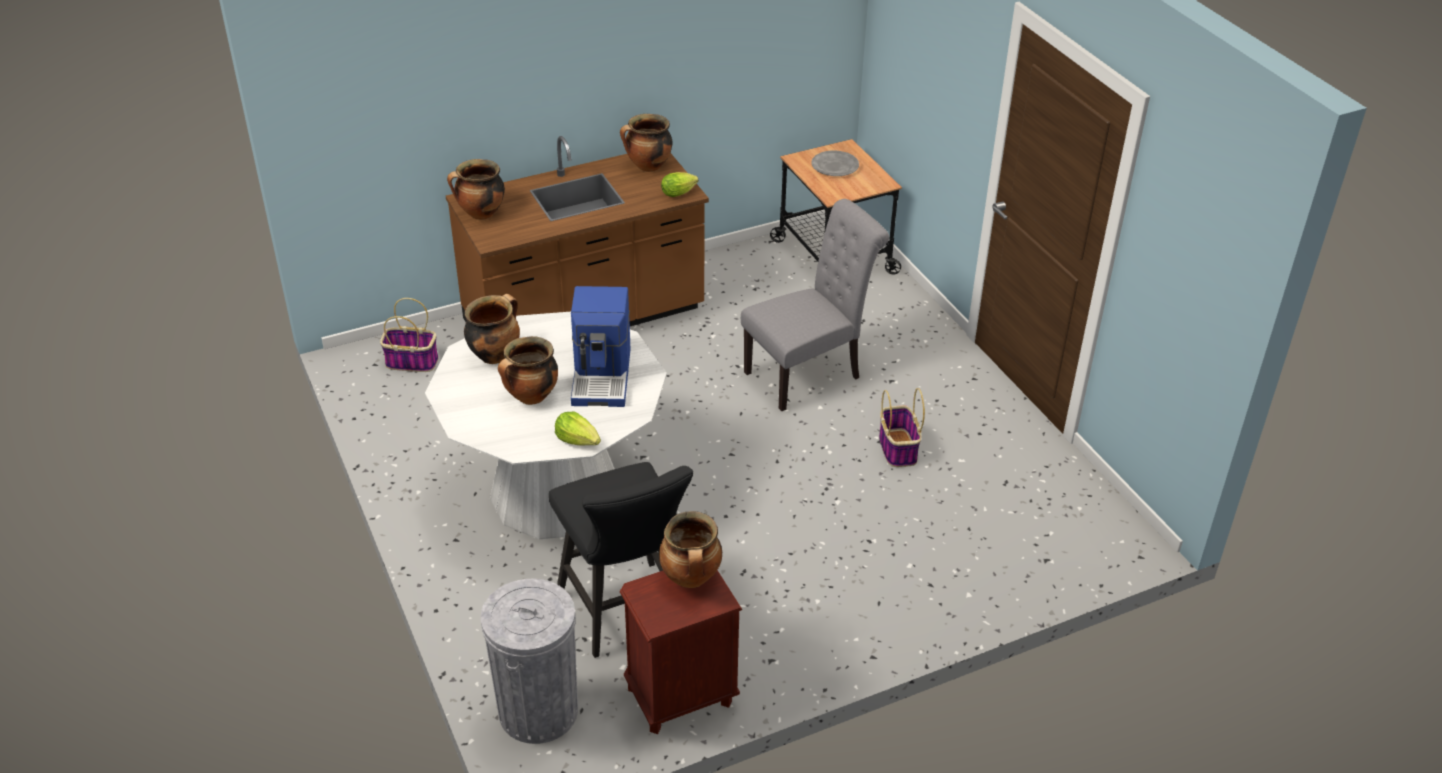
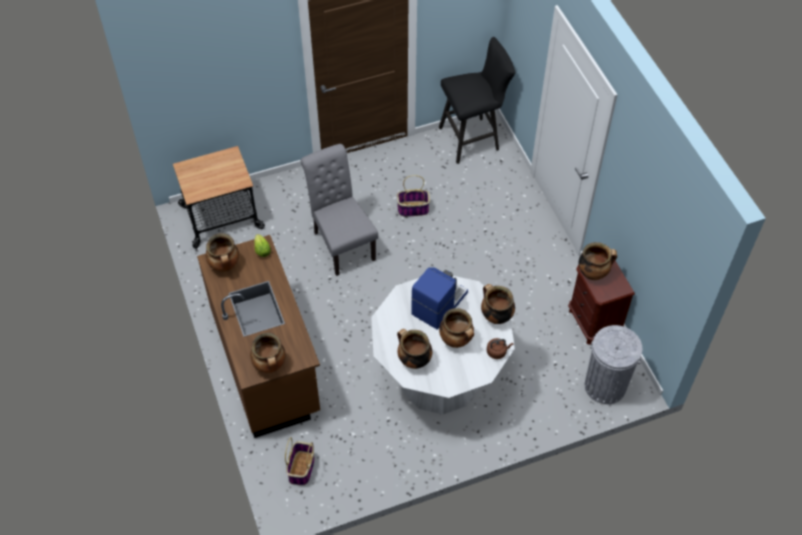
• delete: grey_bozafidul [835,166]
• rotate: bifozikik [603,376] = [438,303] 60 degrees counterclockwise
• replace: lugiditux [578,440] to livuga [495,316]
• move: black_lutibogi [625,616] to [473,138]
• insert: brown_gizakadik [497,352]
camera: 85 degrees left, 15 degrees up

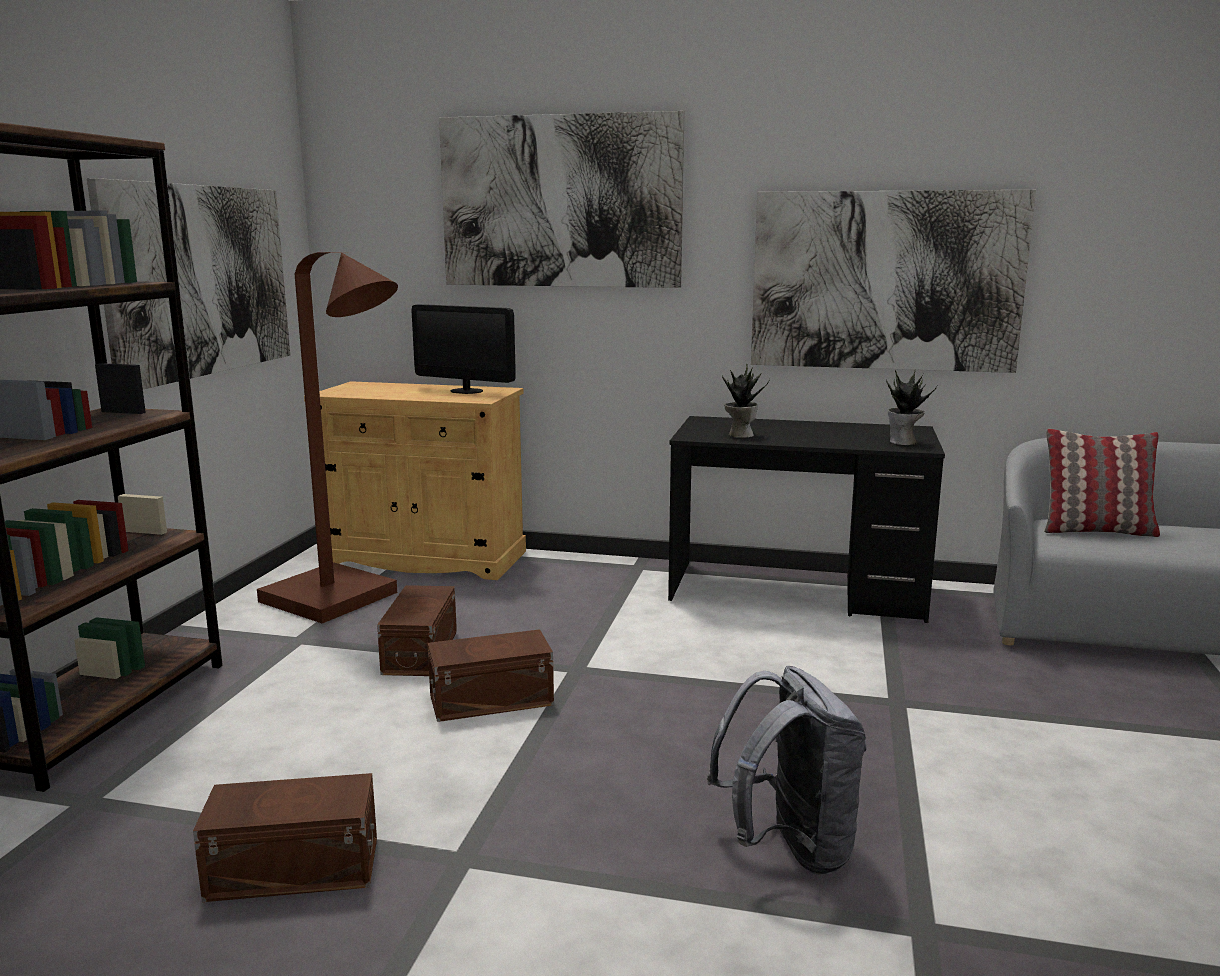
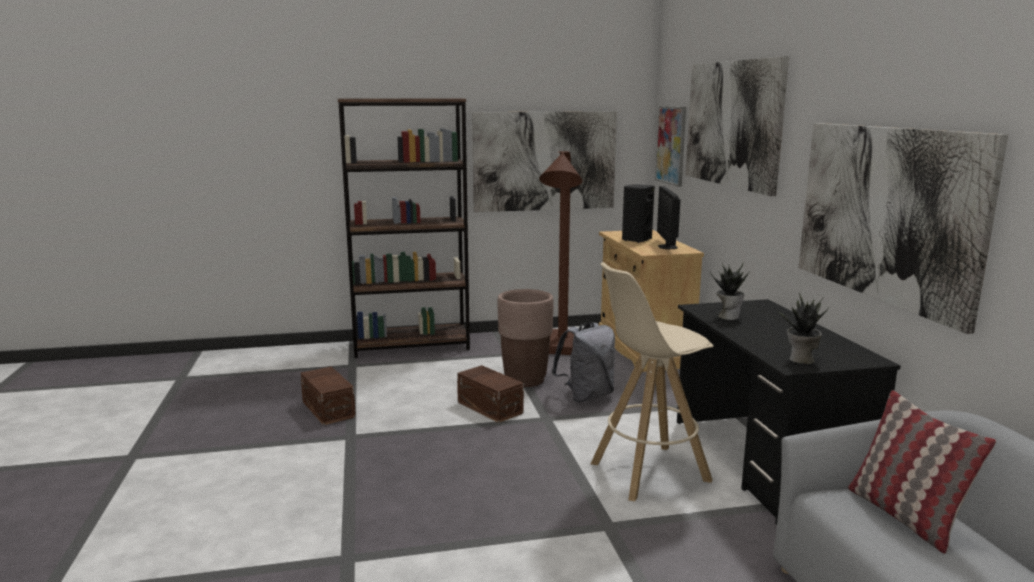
• replace: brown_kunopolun [422,652] to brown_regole [525,380]
• move: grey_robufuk [788,848] to [586,396]
• insert: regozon [671,145]
• insert: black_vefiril [636,240]
• insert: beige_lutibogi [648,472]
camera: 65 degrees right, 0 degrees up

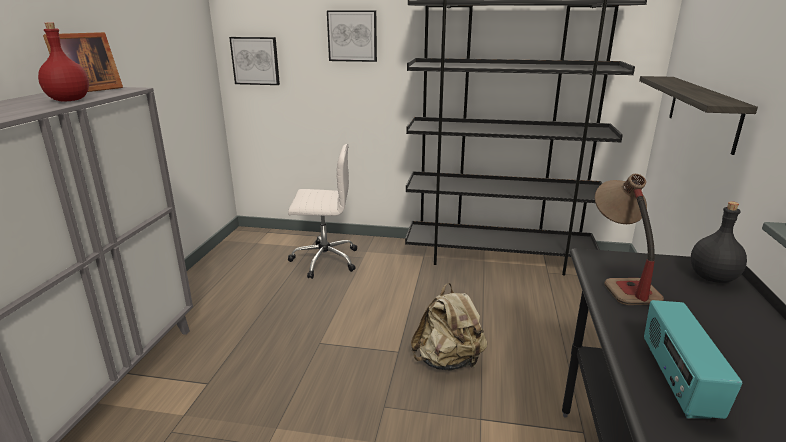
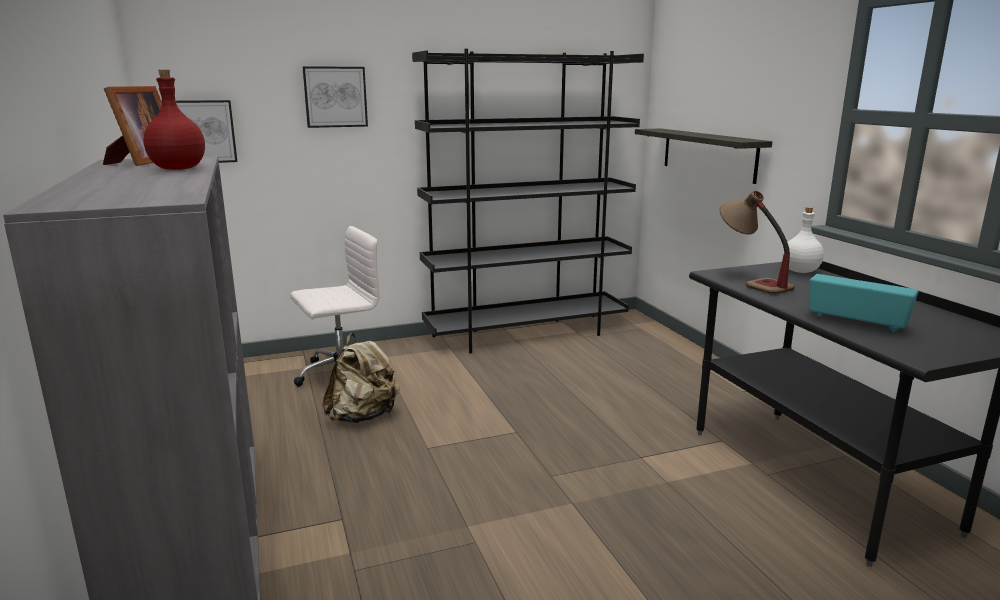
• recolor: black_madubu [712,277] to white_madubu [800,271]
• move: beige_robufuk [448,361] to [363,417]
• rotate: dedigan [676,381] = [856,322] 150 degrees clockwise
camera: 30 degrees left, 5 degrees down

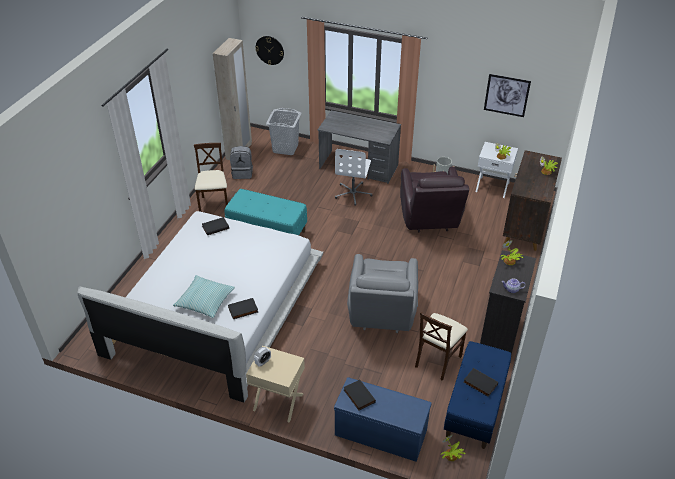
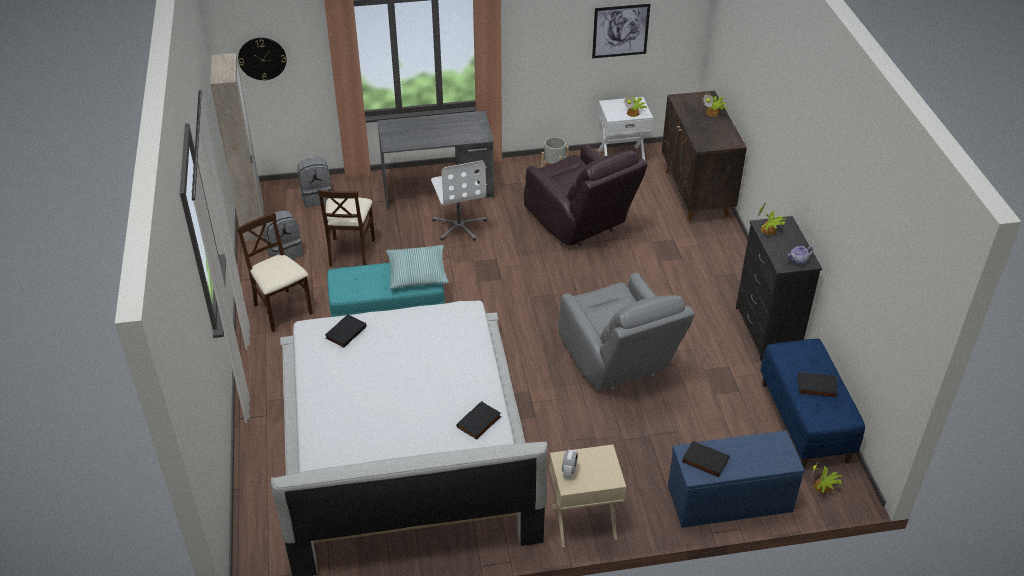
• replace: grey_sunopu [285,148] to grey_robufuk [317,197]
• move: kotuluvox [205,301] to [417,273]
• move: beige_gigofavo [437,360] to [351,252]
camera: 30 degrees left, 0 degrees up

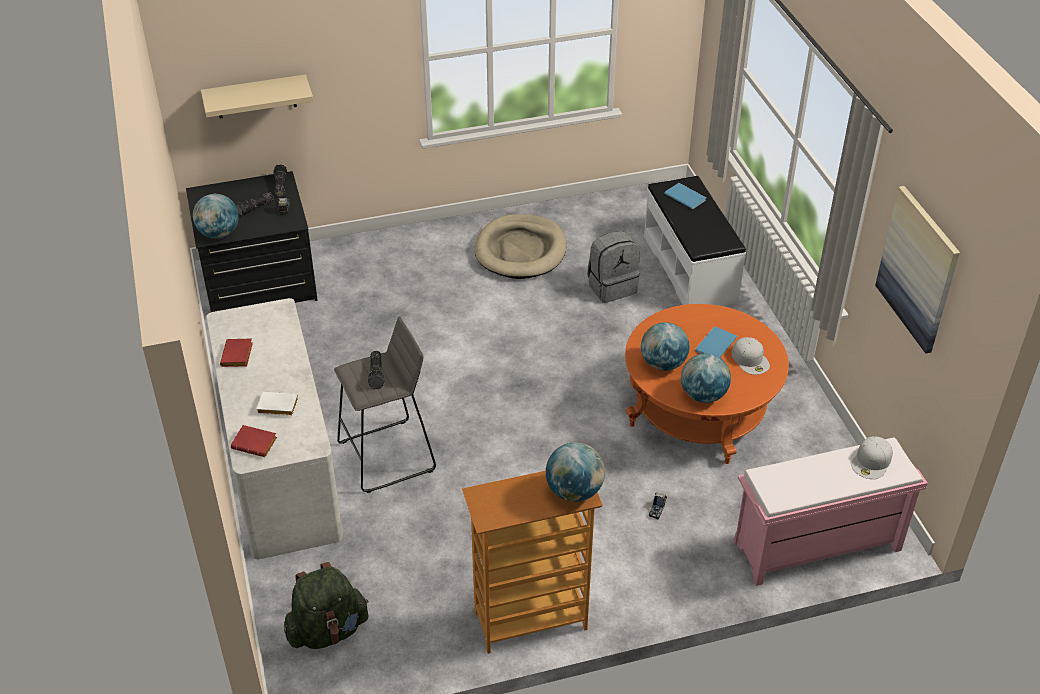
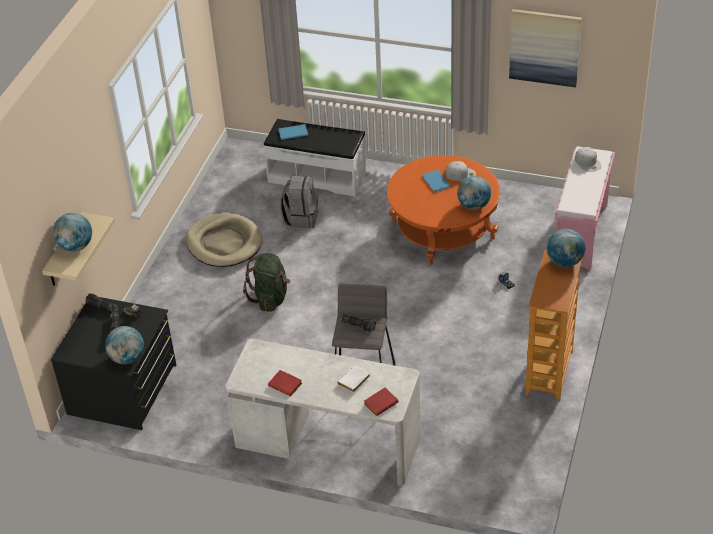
• move: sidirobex [663,364] to [75,246]
• move: green_robufuk [328,630] to [270,298]
camera: 55 degrees left, 0 degrees up

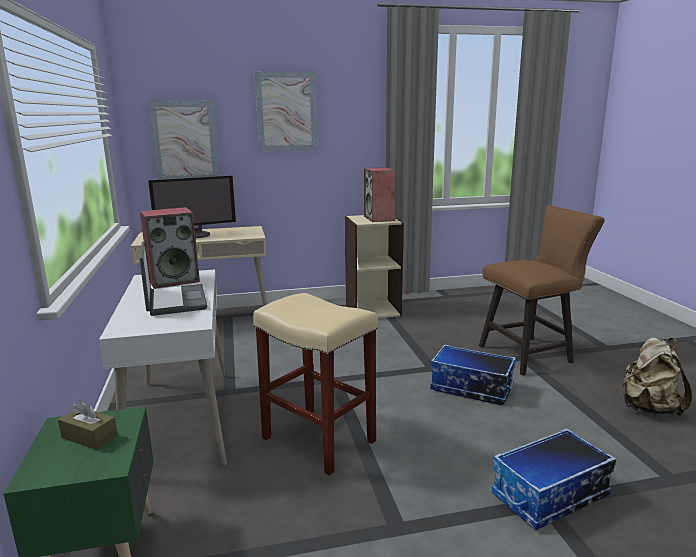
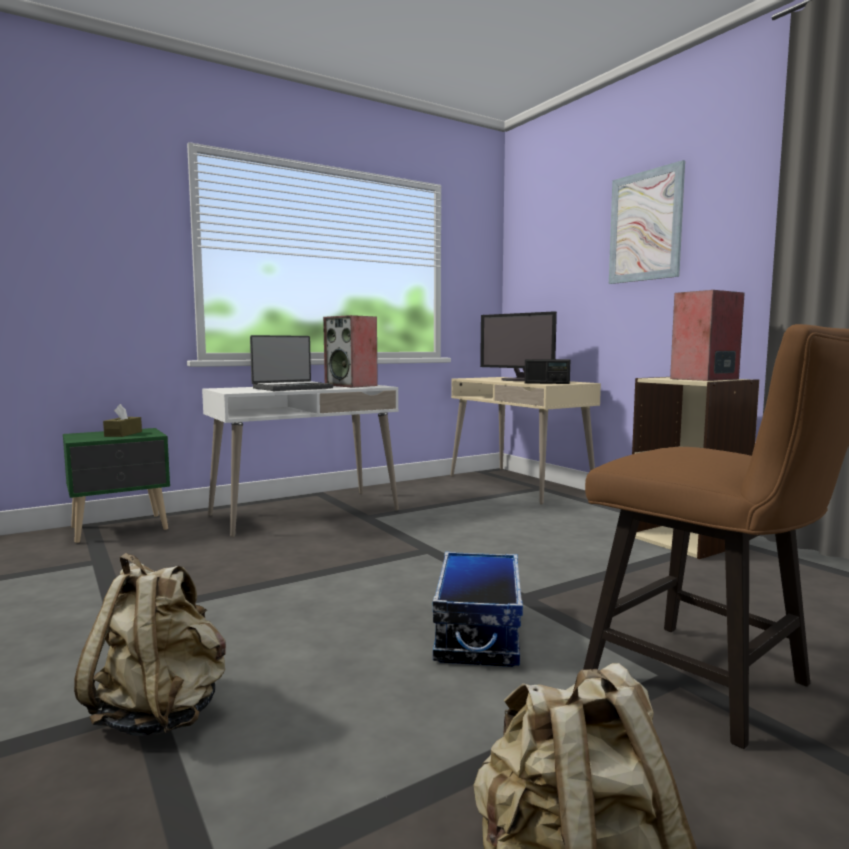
• delete: regozon [185,141]
• delete: beige_lutibogi [320,440]
• replace: kunopolun [550,496] to beige_robufuk [161,713]
• insert: dedigan [547,383]
camera: 70 degrees right, 10 degrees down

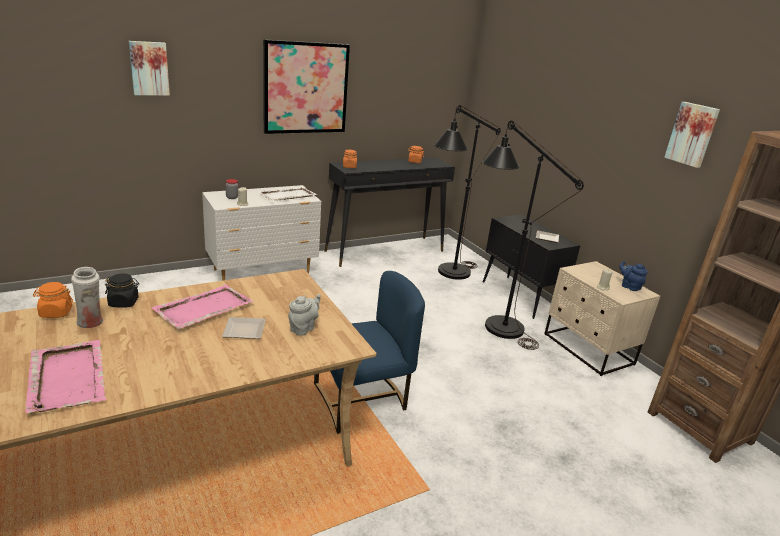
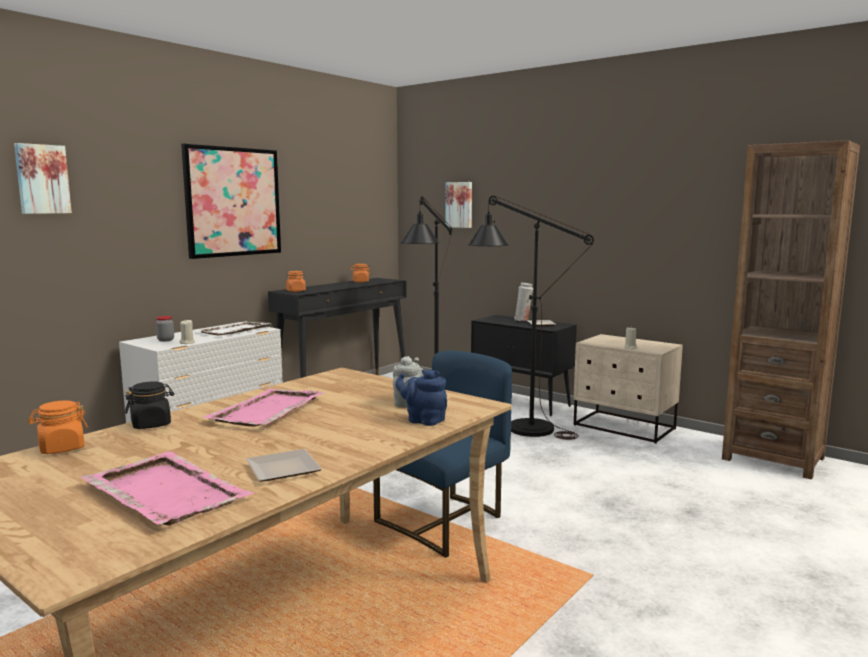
• move: regozon [692,134] to [459,205]
• move: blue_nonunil [629,286] to [423,420]
• move: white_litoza [91,323] to [523,320]
• move: bozafidul [243,329] to [280,469]
camera: 20 degrees left, 15 degrees down

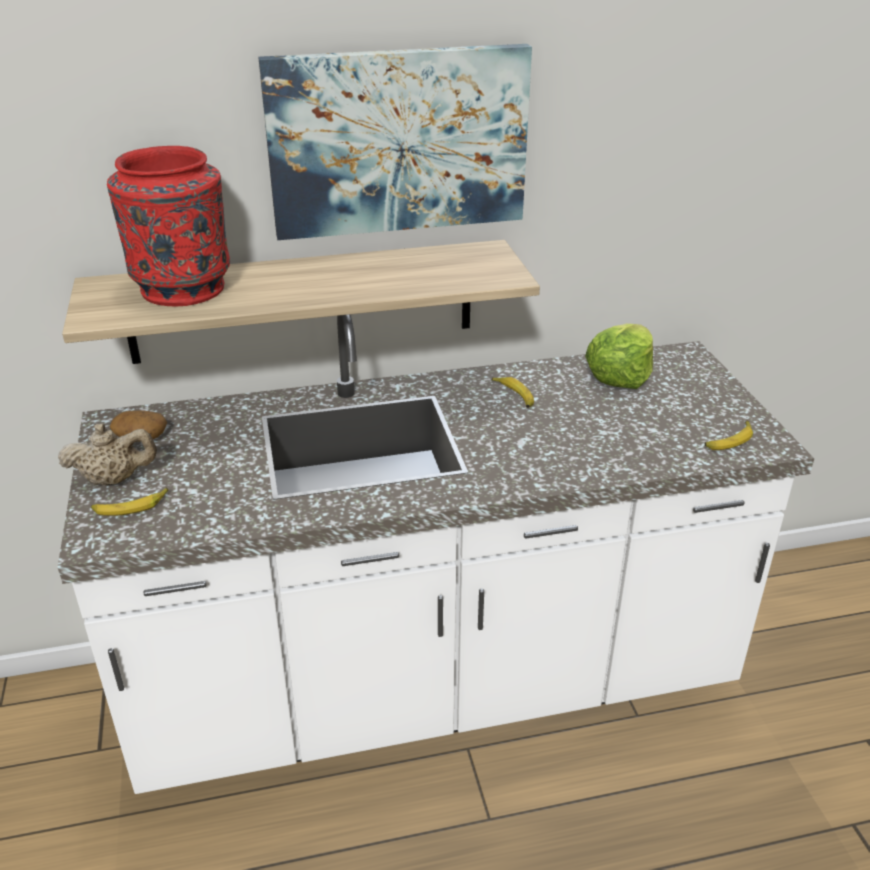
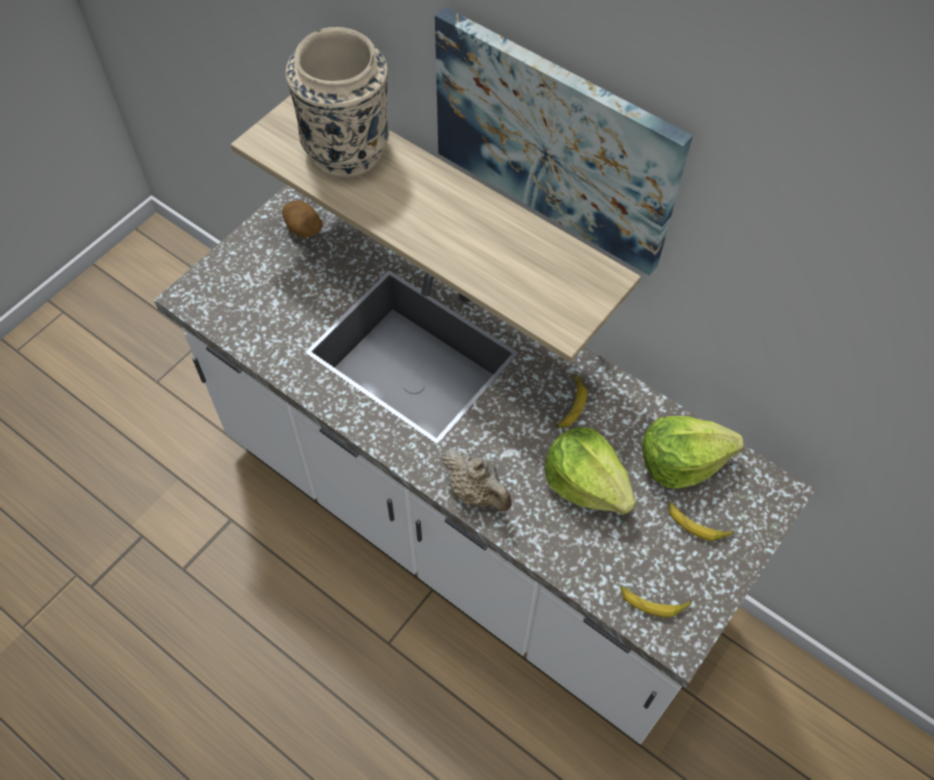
• recolor: red_litoza [182,288] to beige_litoza [346,149]
• move: beige_nonunil [114,480] to [477,492]
• move: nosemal [131,507] to [697,524]
• insert: lugiditux [586,483]
camera: 50 degrees right, 25 degrees up

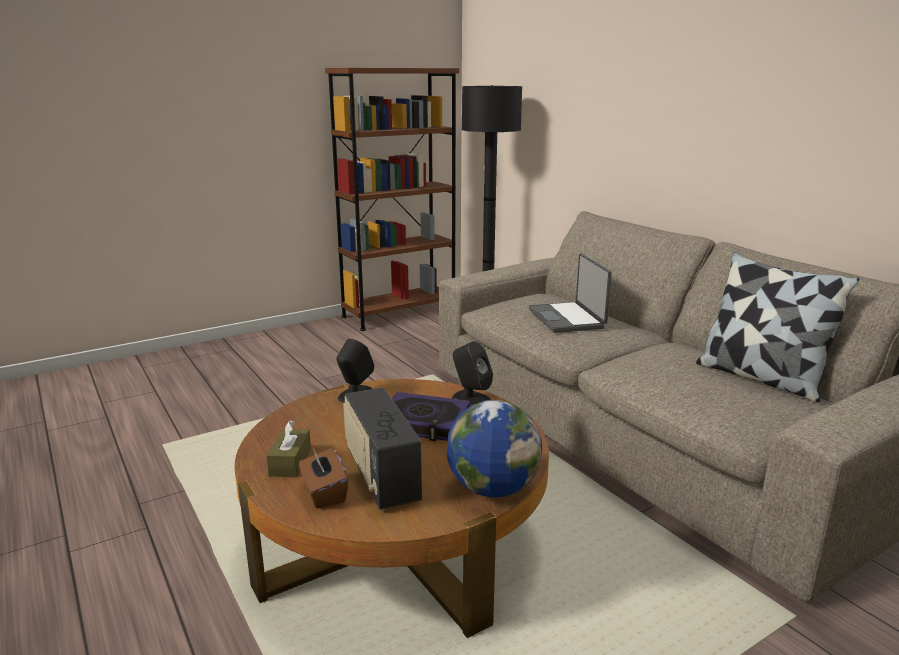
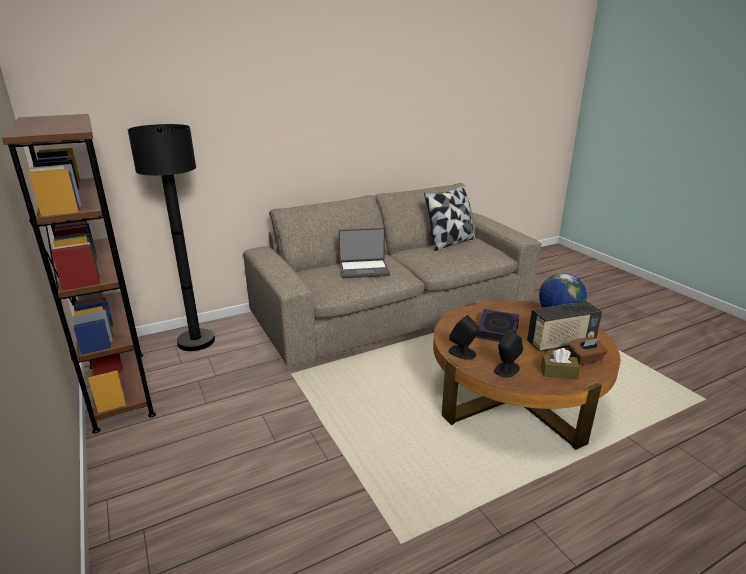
• move: black_vefiril [471,399] to [506,369]
camera: 85 degrees left, 5 degrees up

